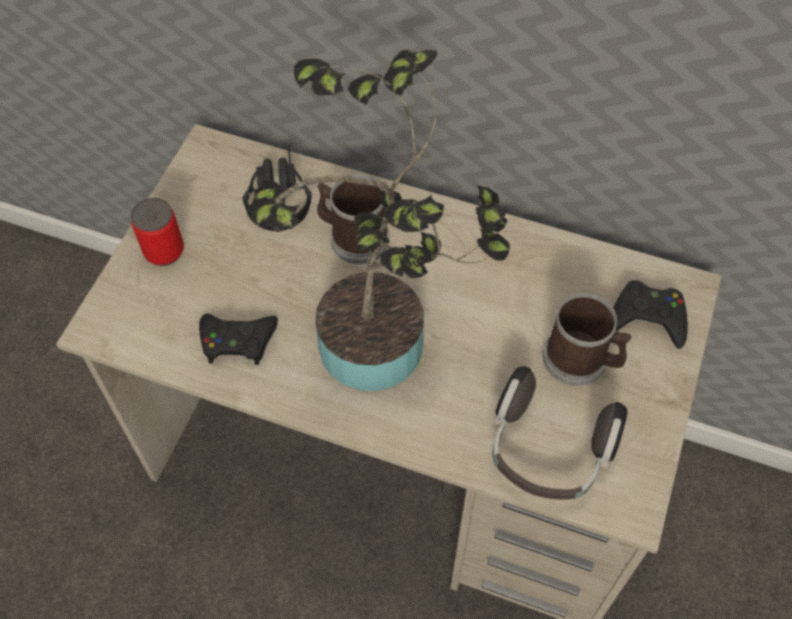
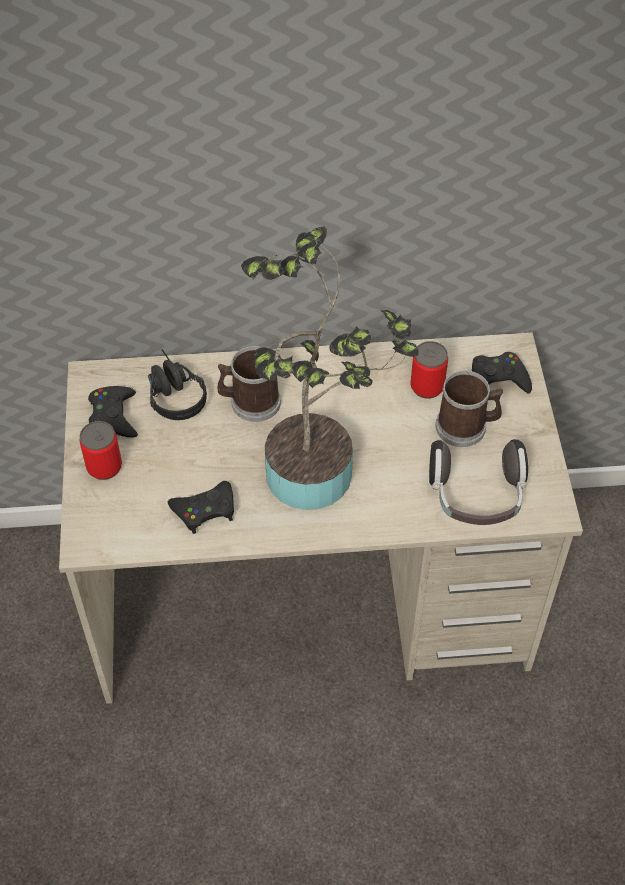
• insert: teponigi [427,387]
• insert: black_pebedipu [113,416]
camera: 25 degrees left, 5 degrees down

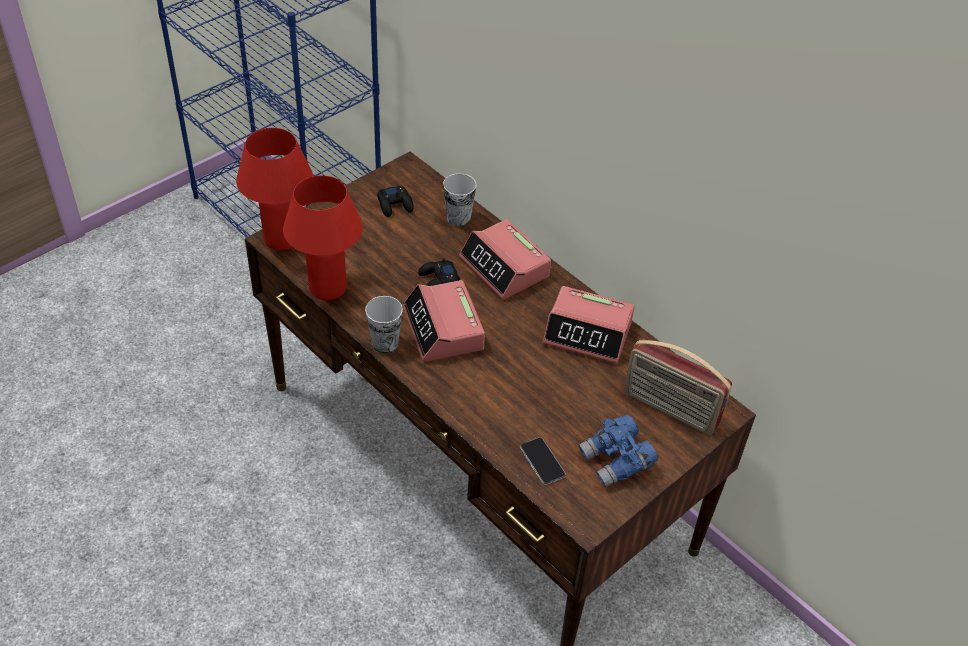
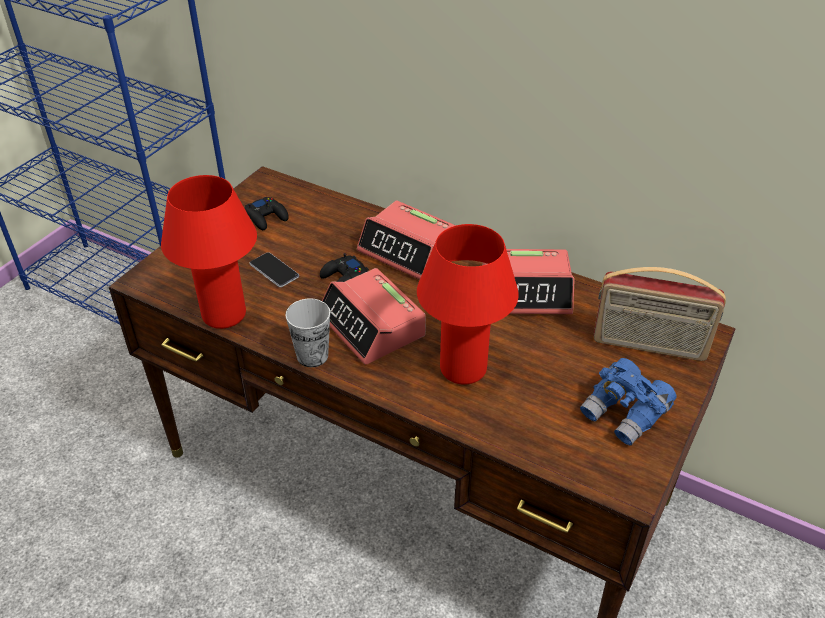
• move: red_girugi [282,239] to [463,369]
• delete: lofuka [458,218]
• move: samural [542,461] to [274,271]
camera: 15 degrees left, 5 degrees down

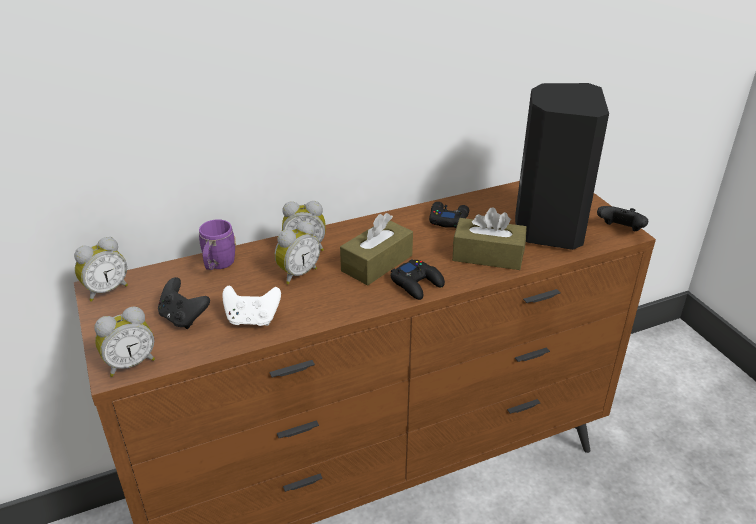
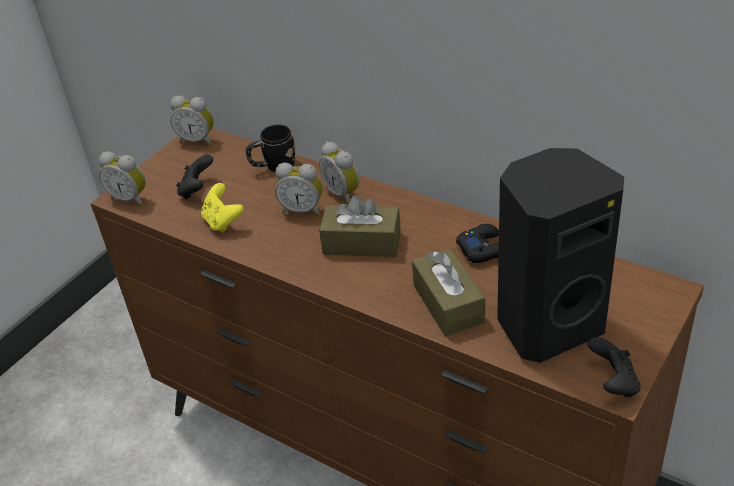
• recolor: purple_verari [218,265] to black_verari [274,167]
• delete: black_pebedipu [417,284]
• recolor: white_pebedipu [252,319] to yellow_pebedipu [223,221]
camera: 60 degrees right, 5 degrees up

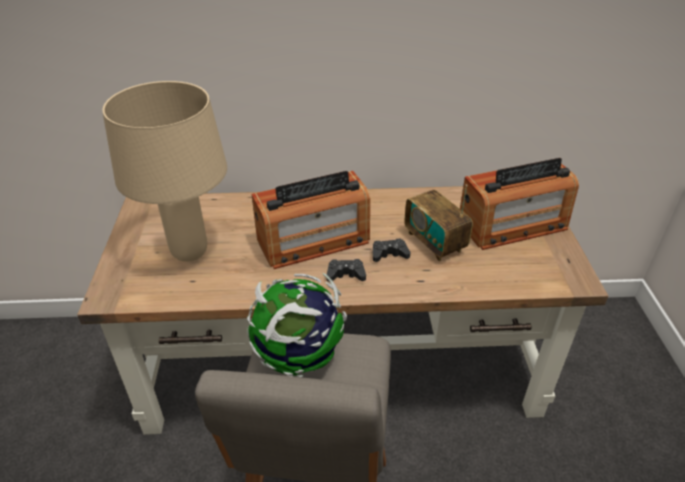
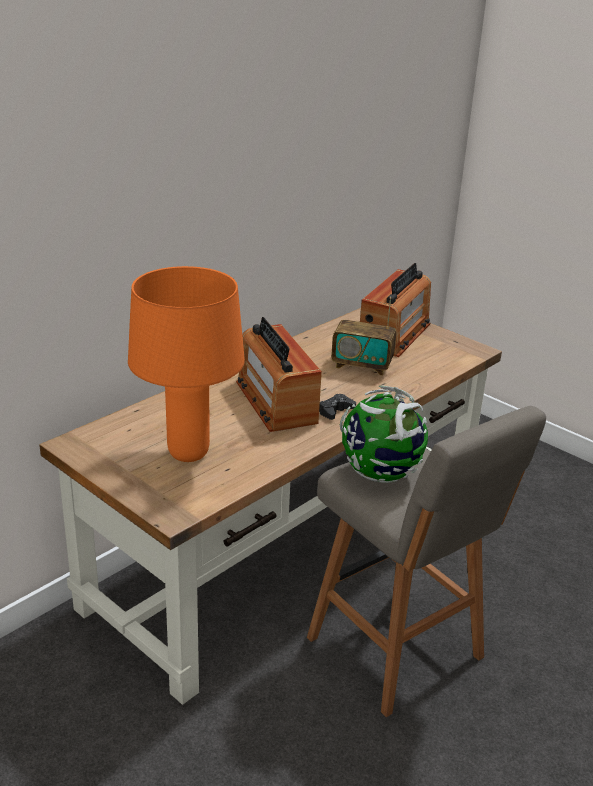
• recolor: beige_girugi [190,252] to orange_girugi [189,453]
• rotate: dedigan [313,241] = [276,402] 135 degrees clockwise
• delete: black_pebedipu [389,254]
camera: 45 degrees left, 10 degrees down

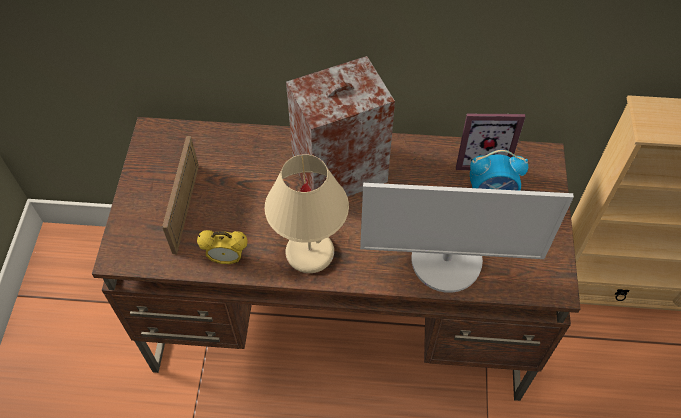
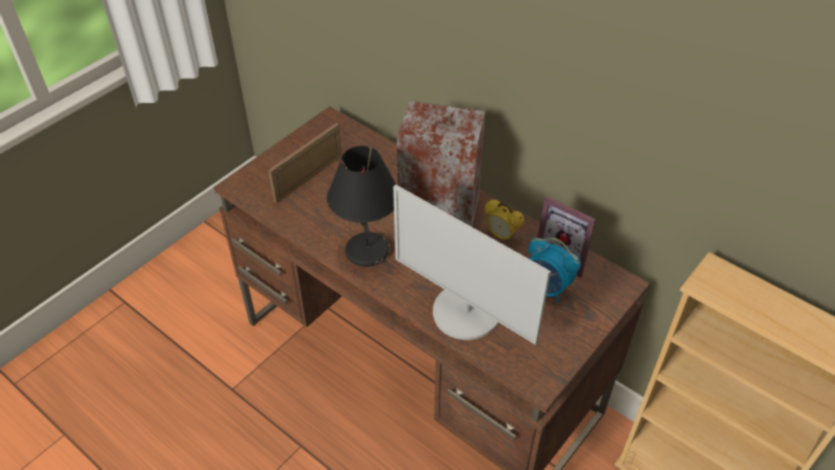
• recolor: beige_girugi [311,252] to black_girugi [368,251]
• move: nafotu [227,259] to [501,236]
camera: 35 degrees right, 10 degrees down

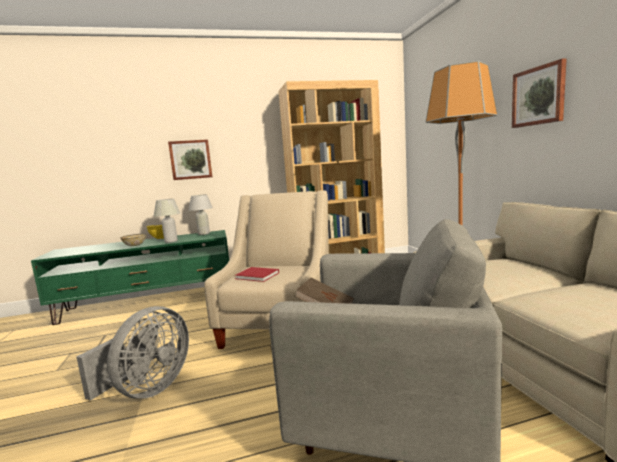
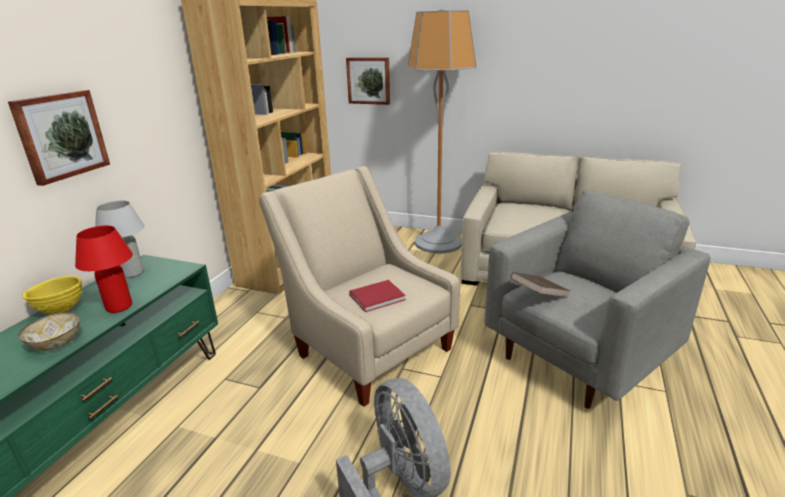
• move: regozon [538,96] to [369,80]
• recolor: white_girugi [171,241] to red_girugi [119,307]
camera: 55 degrees left, 15 degrees up

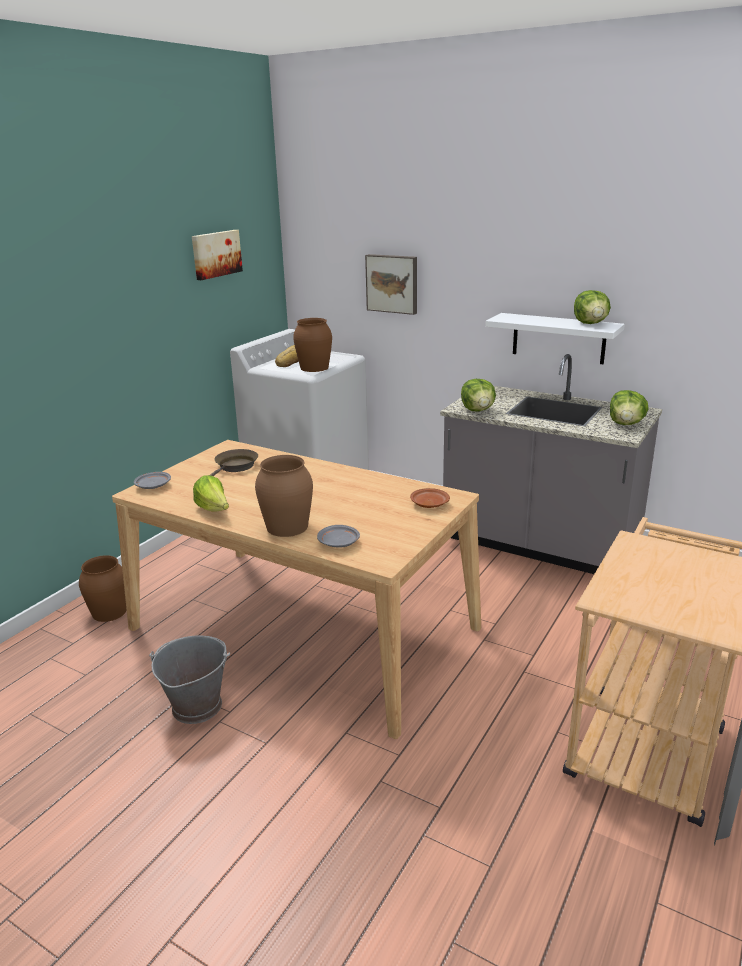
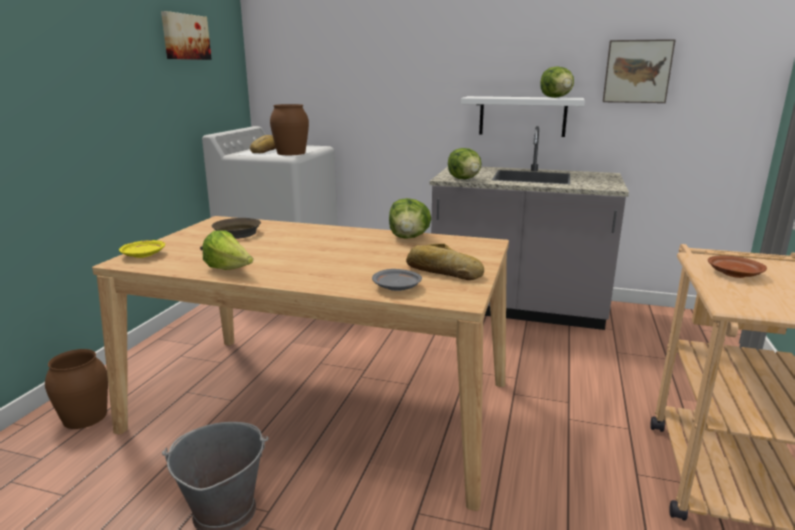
• move: regozon [392,283] to [637,71]
• move: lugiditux [626,424] to [409,237]
• delete: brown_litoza [287,526]
• recolor: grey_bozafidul [153,486] to yellow_bozafidul [143,255]
• move: brown_bozafidul [429,504] to [733,274]
• insert: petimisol [442,271]
camera: 15 degrees left, 5 degrees down

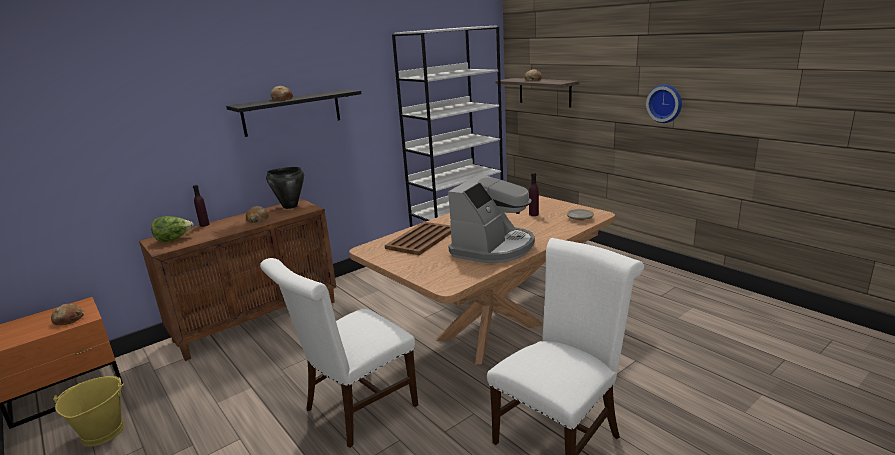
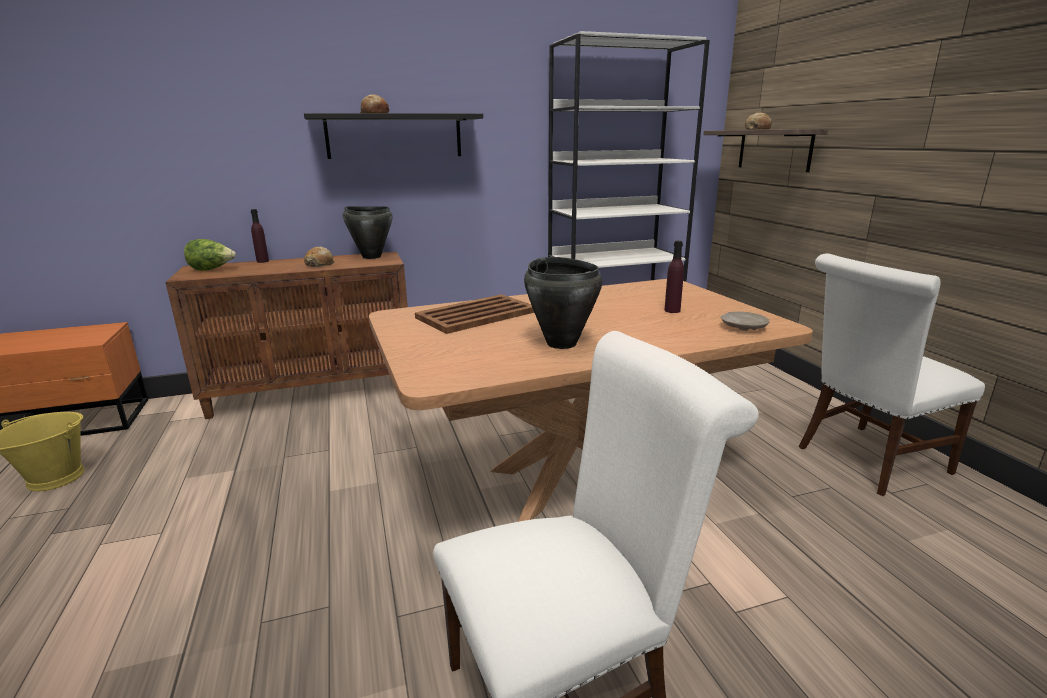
• delete: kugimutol [665,103]
• replace: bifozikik [493,248] to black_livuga [561,343]
• move: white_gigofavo [355,410] to [866,461]
• delete: petimisol [69,319]
camera: 20 degrees right, 0 degrees up

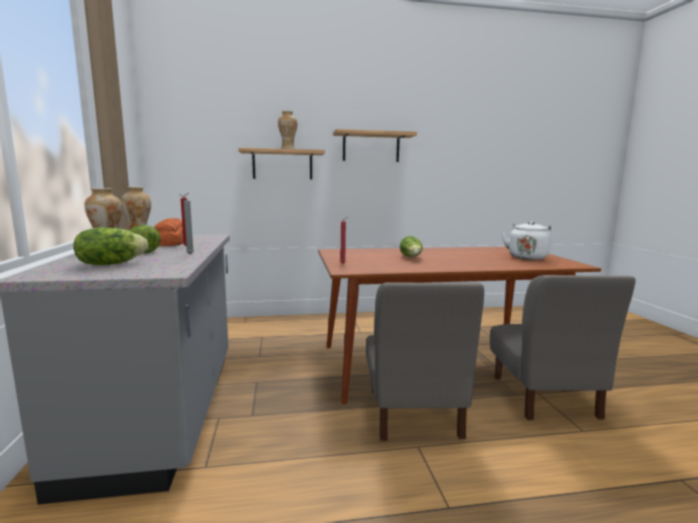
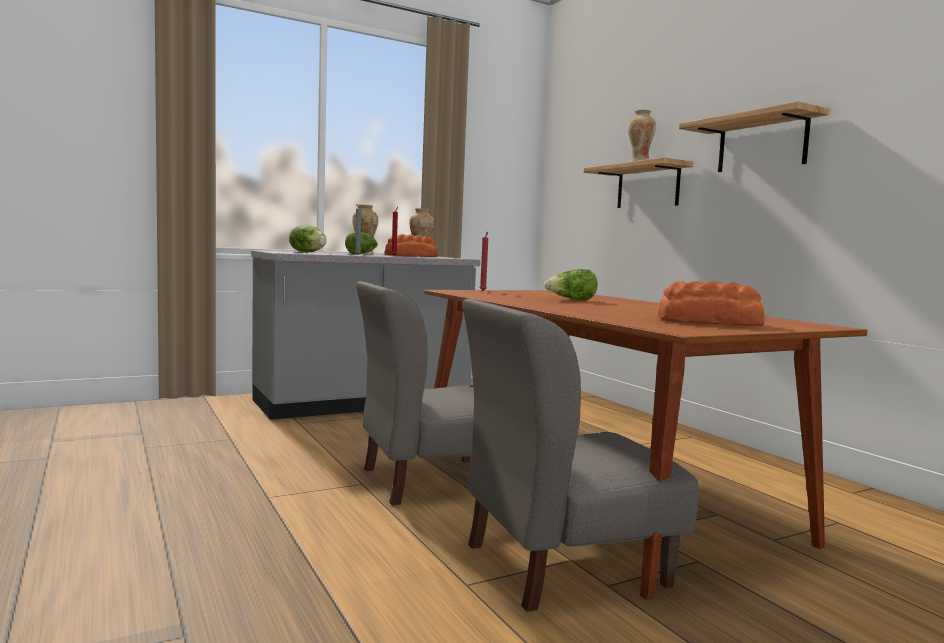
• replace: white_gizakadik [527,257] to petimisol [710,322]
camera: 70 degrees right, 5 degrees down

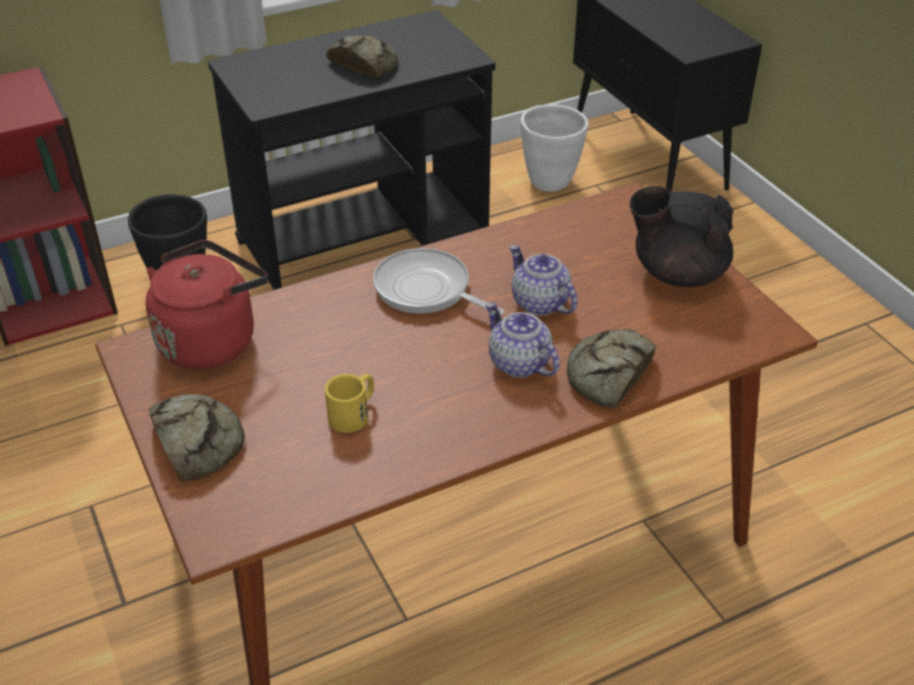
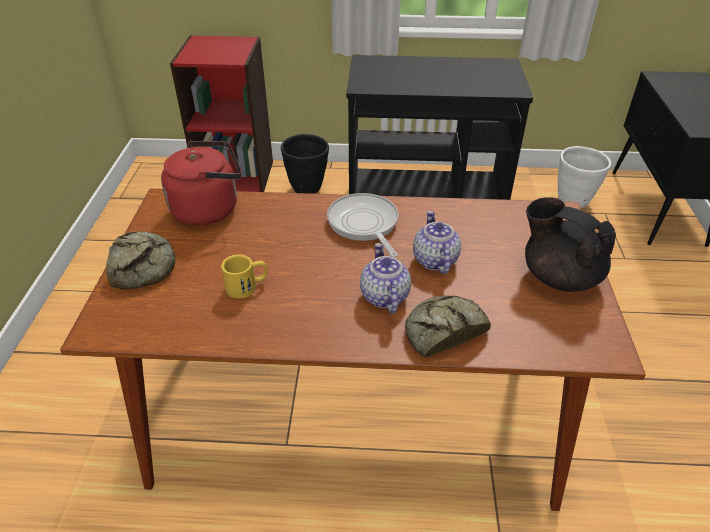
• delete: petimisol [364,63]
camera: 30 degrees right, 0 degrees up

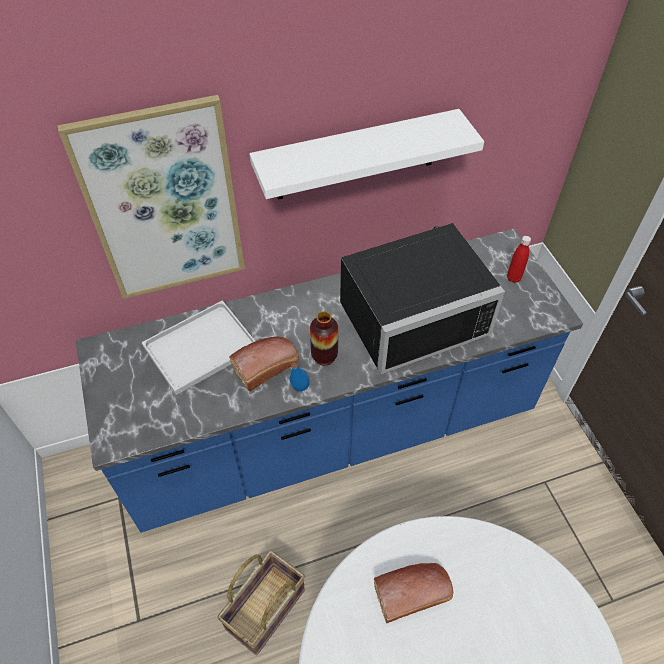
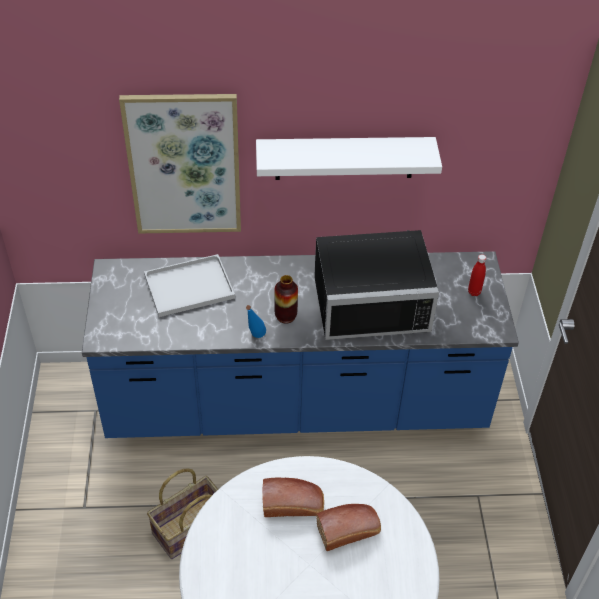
• move: petimisol [267,367] to [349,530]
camera: 15 degrees right, 5 degrees down

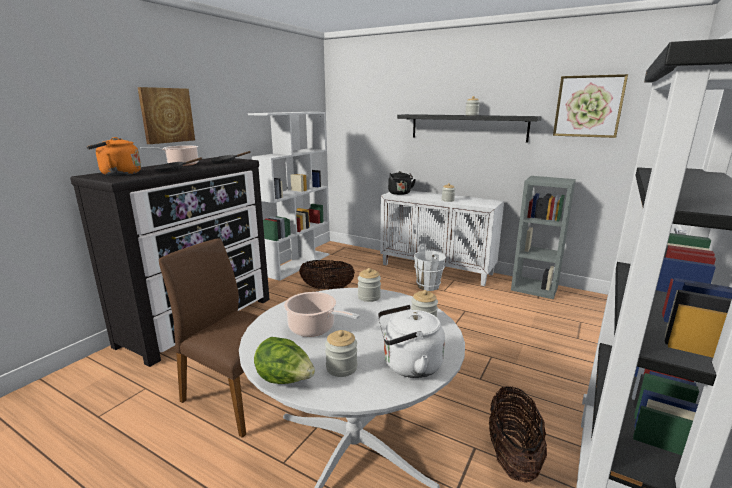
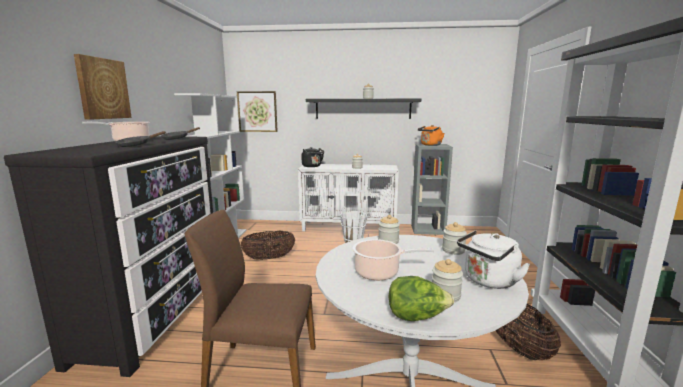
• move: regozon [588,106] to [257,111]
• move: orange_gizakadik [118,174] to [430,145]
camera: 25 degrees left, 5 degrees down

